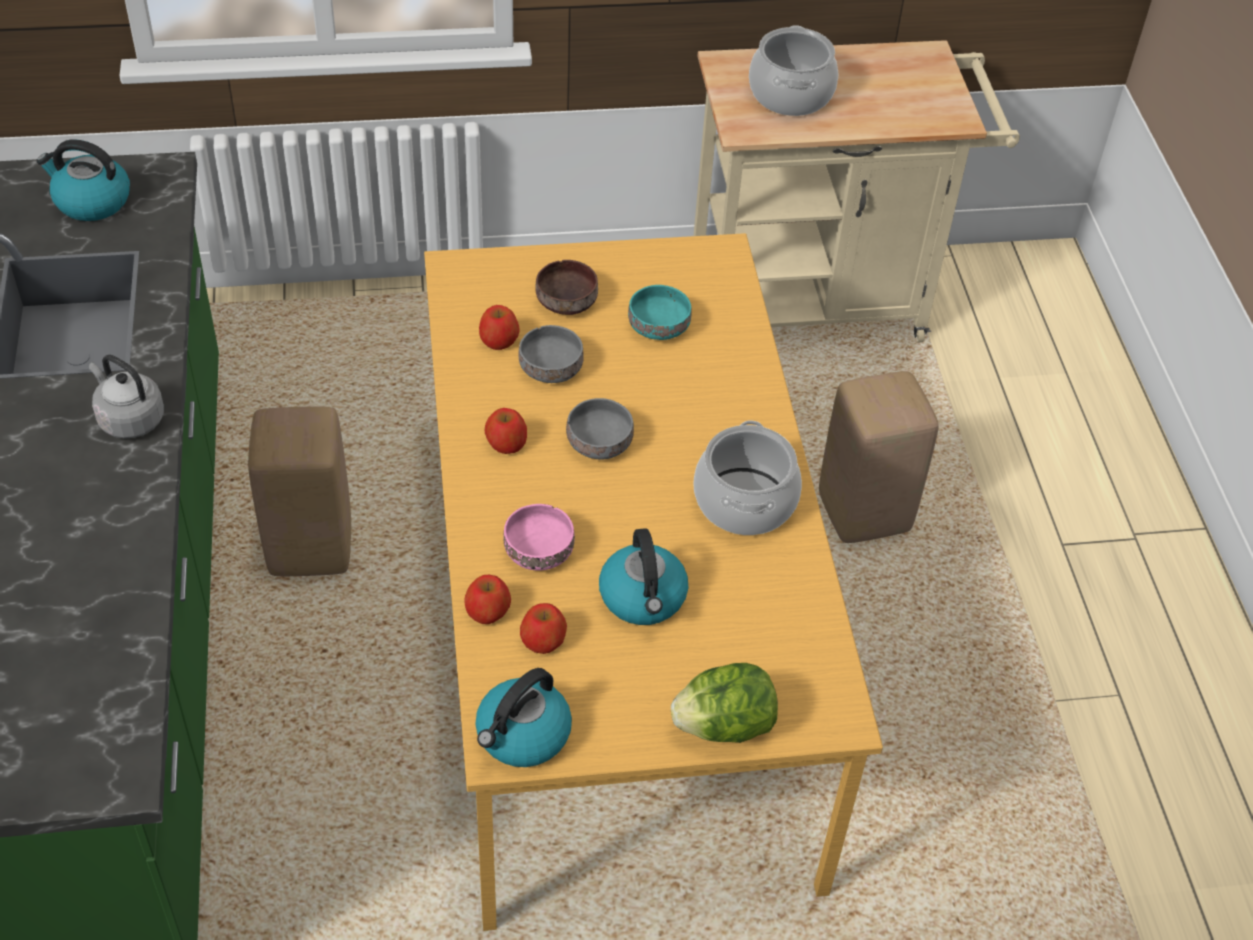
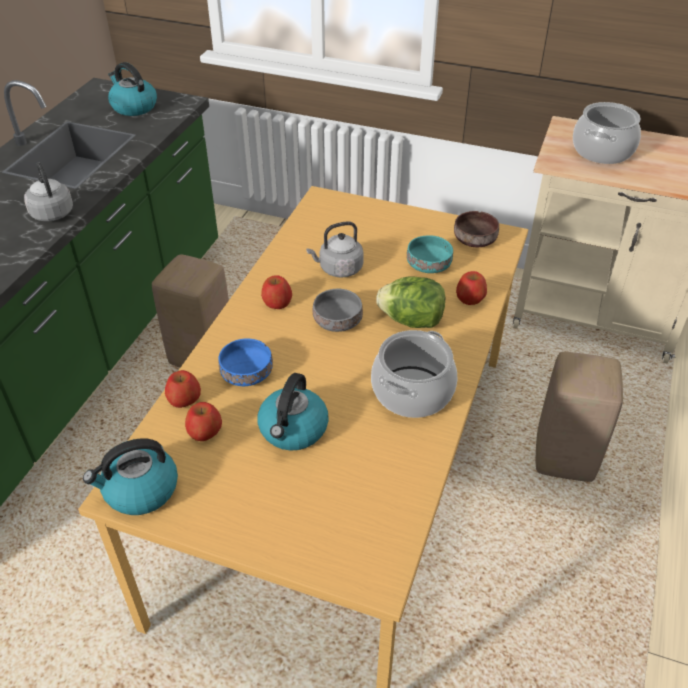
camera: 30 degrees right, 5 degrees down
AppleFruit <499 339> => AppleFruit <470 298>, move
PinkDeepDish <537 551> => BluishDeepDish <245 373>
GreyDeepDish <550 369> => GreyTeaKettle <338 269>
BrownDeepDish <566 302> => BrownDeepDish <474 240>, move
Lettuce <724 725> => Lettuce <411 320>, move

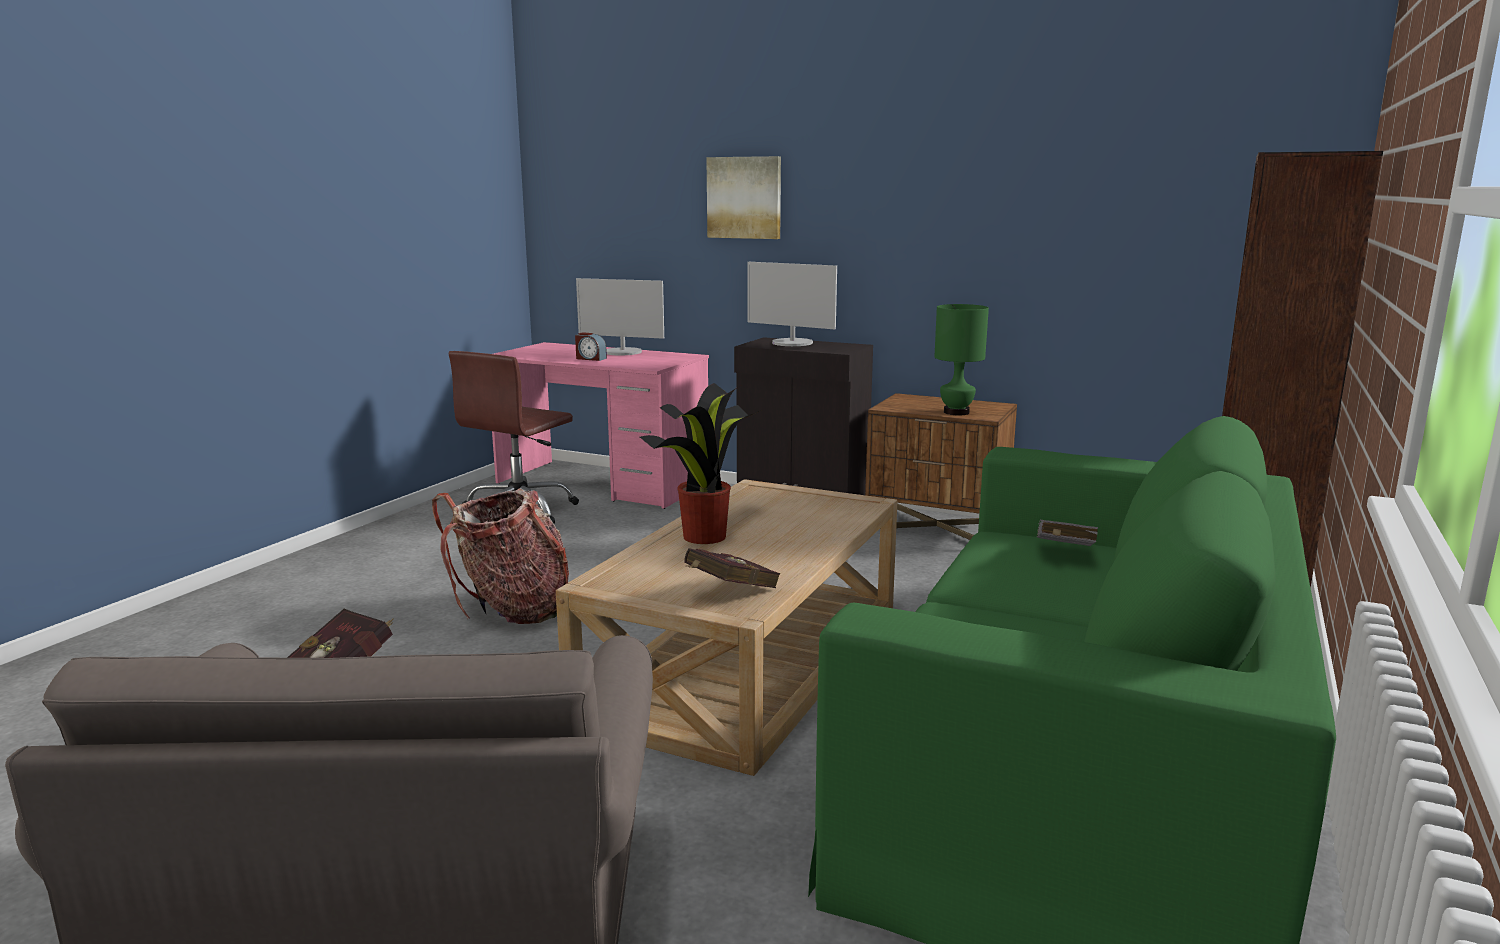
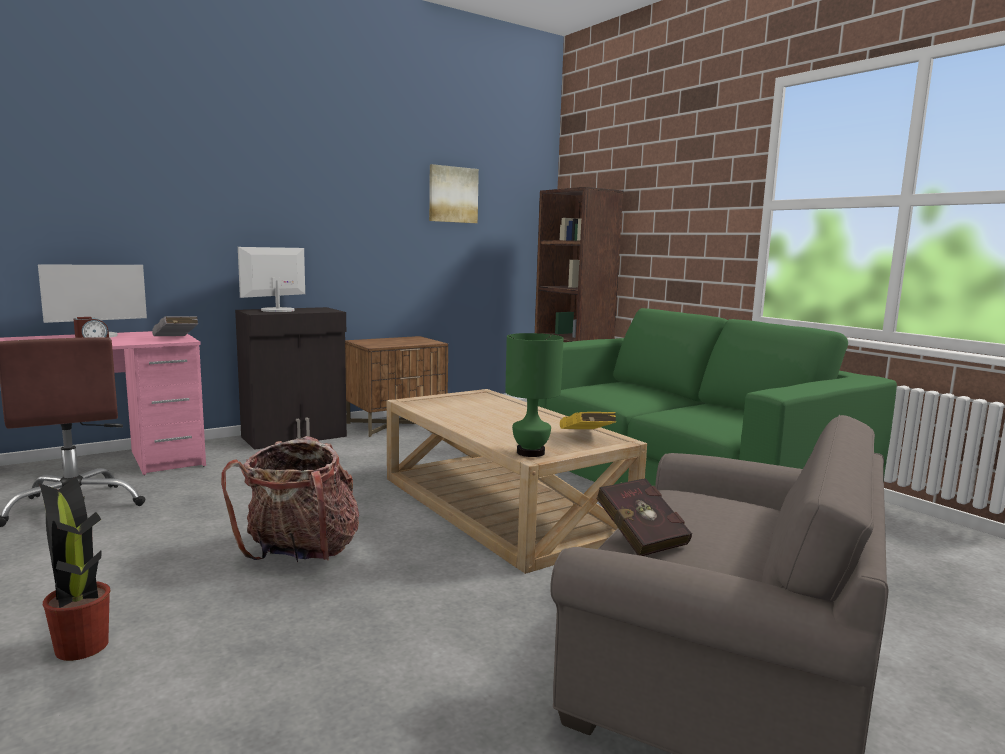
camera: 60 degrees left, 5 degrees down
PottedPlant <706 536> => PottedPlant <82 645>, move
ReddishVolume <728 591> => YellowVolume <586 436>
WallArt <744 197> => WallArt <452 194>, move
Monitor <792 343> => Monitor <277 310>, 150 degrees clockwise
GreenTabletopLamp <955 412> => GreenTabletopLamp <530 453>, move
GreyVolume <1063 555> => GreyVolume <175 339>, move

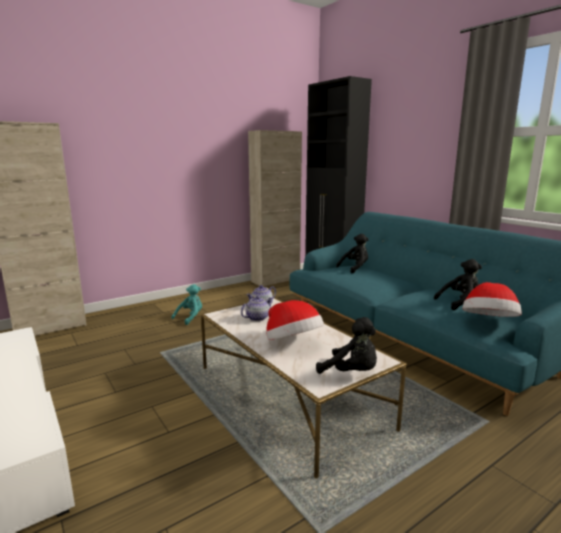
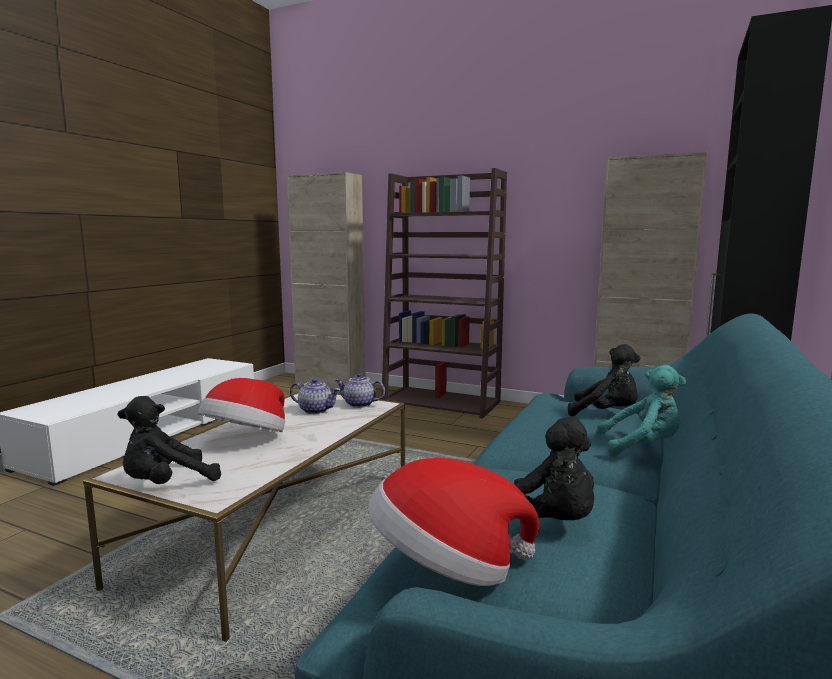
camera: 60 degrees right, 5 degrees down
BlueGreenSoftToy <190 317> => BlueGreenSoftToy <643 447>, move
BlackishSoftToy <351 372> => BlackishSoftToy <167 484>, 45 degrees clockwise
nothing => BrownBookshelf <442 402>

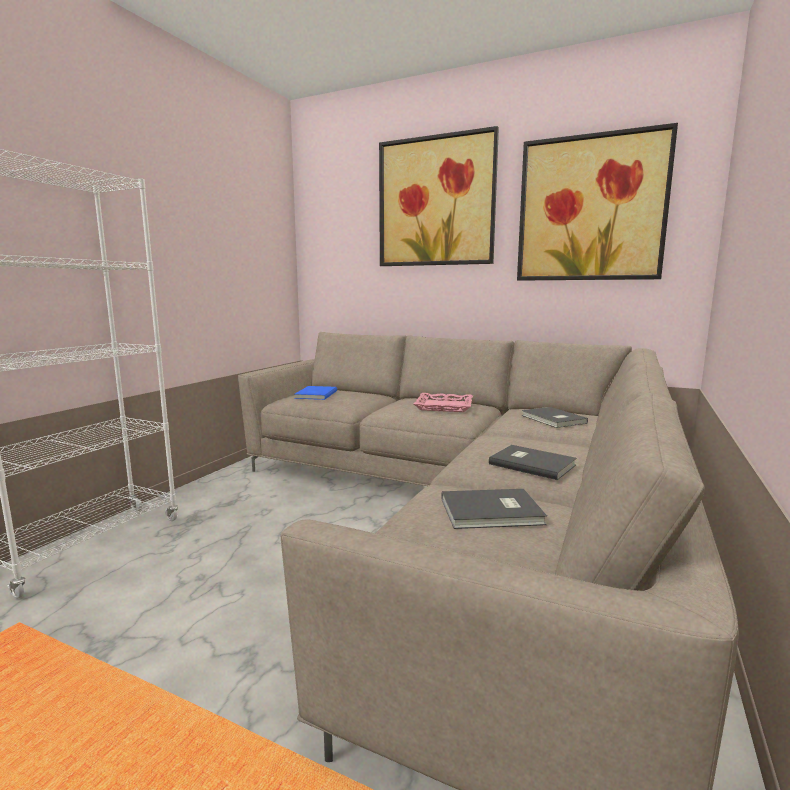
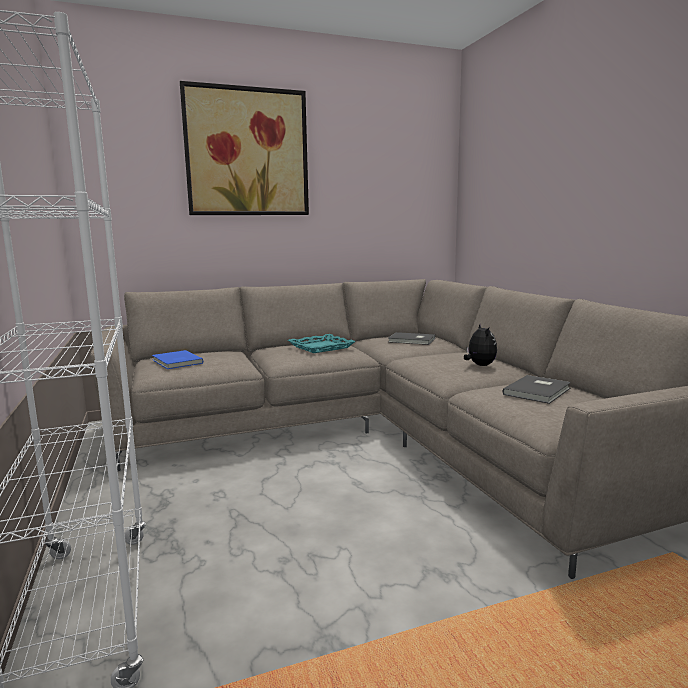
camera: 45 degrees left, 0 degrees up
PinkTray <443 406> => BlueGreenTray <321 347>
GreyVolume <531 464> => SoftToy <479 365>
WallArt <590 209> => nothing

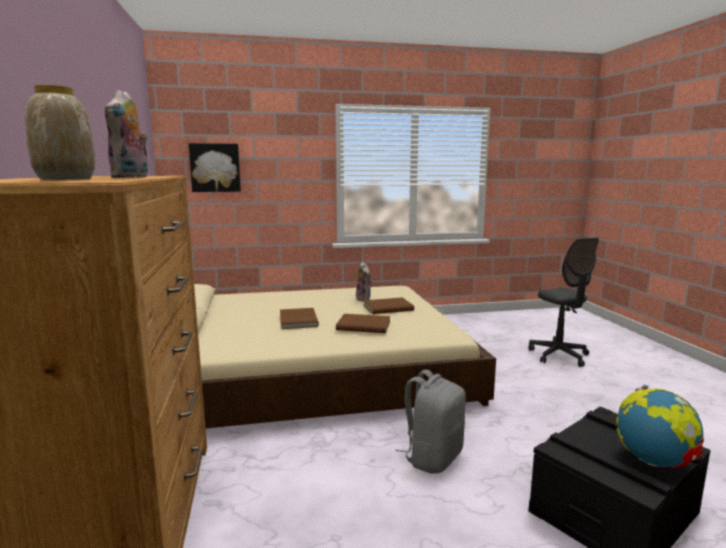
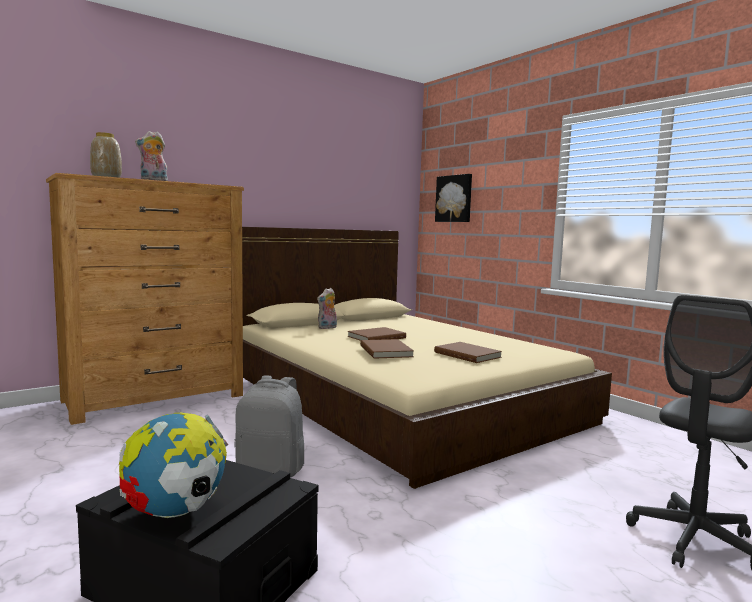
camera: 65 degrees right, 5 degrees down
SoftToy <364 299> => SoftToy <327 328>, move

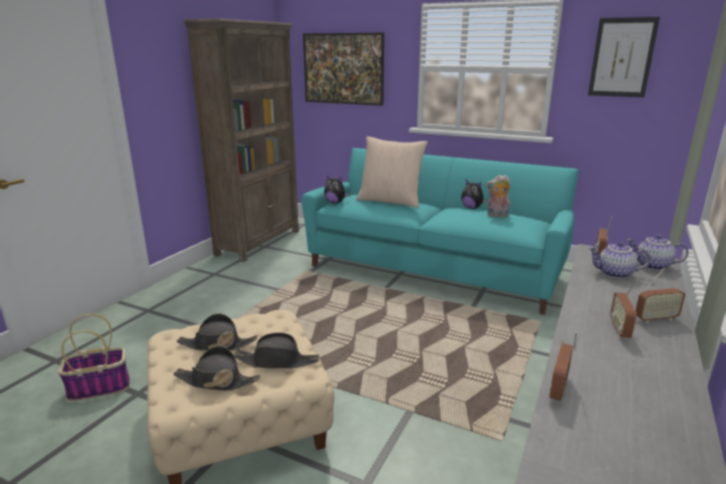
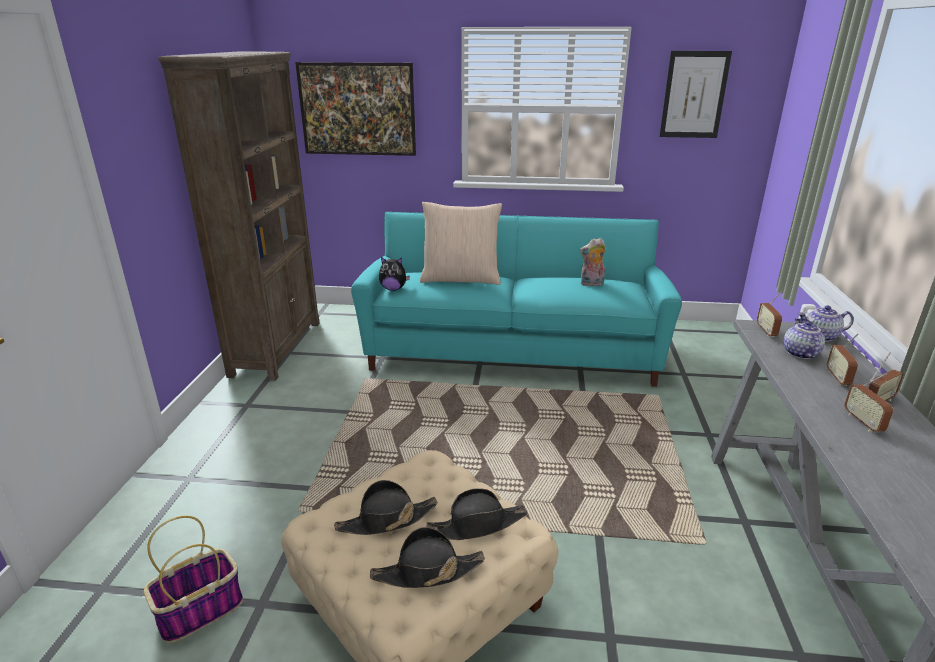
camera: 20 degrees left, 5 degrees up
SoftToy <472 208> => nothing
Radio <559 389> => Radio <837 378>, move
TeaPot <614 274> => TeaPot <799 353>, 105 degrees clockwise

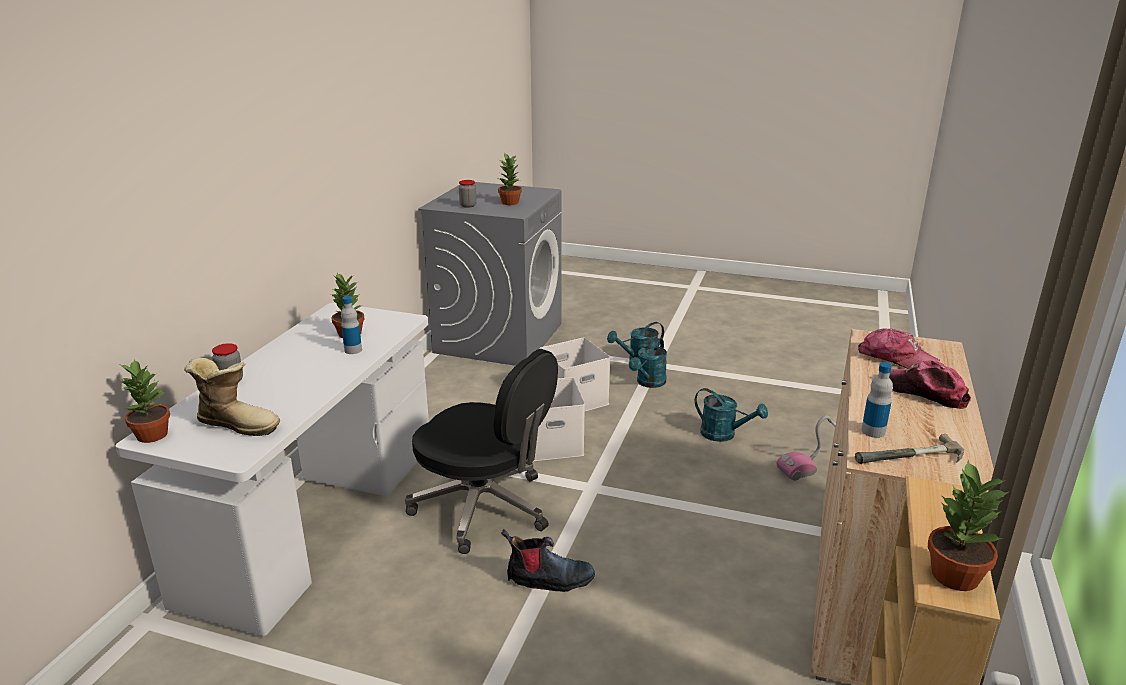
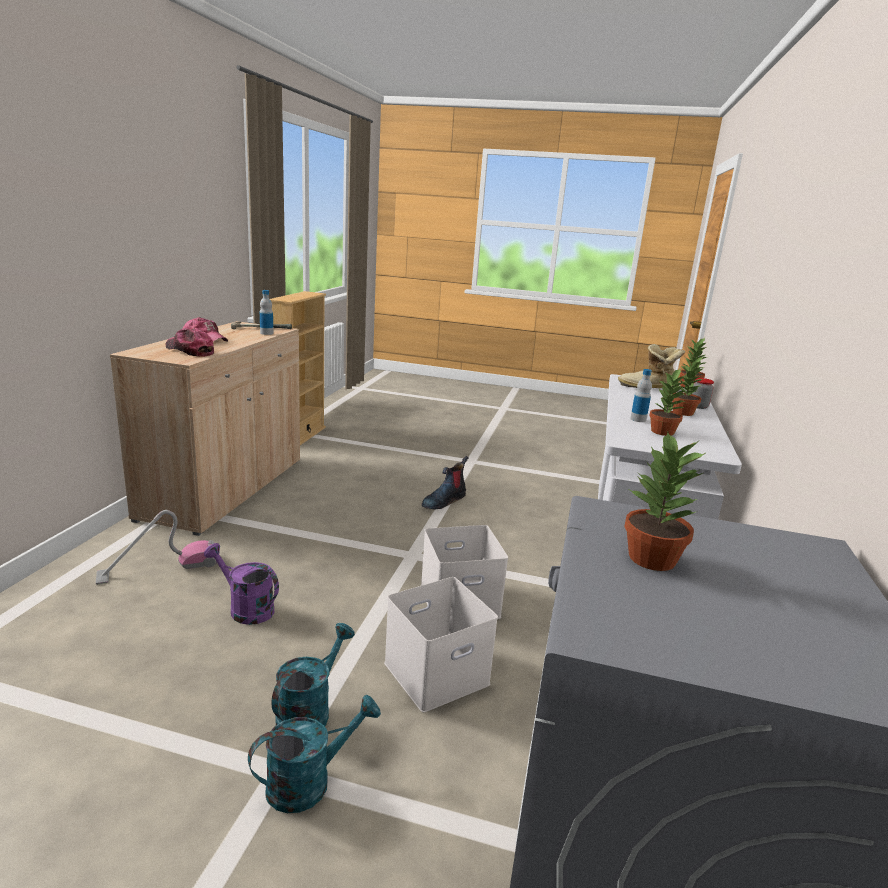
camera: 175 degrees right, 5 degrees down
BlackishOfficeChair <485 508> => nothing
StorageJar <468 205> => nothing
Boot <549 580> => Boot <443 501>, 45 degrees counterclockwise
BlueGreenWateringCan <724 435> => PurpleColouredWateringCan <245 608>
PottedPlant <953 575> => PottedPlant <683 413>, move

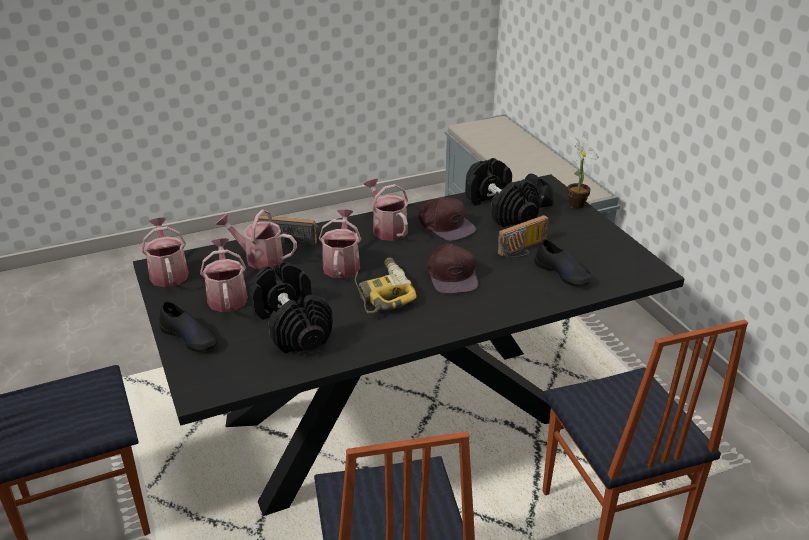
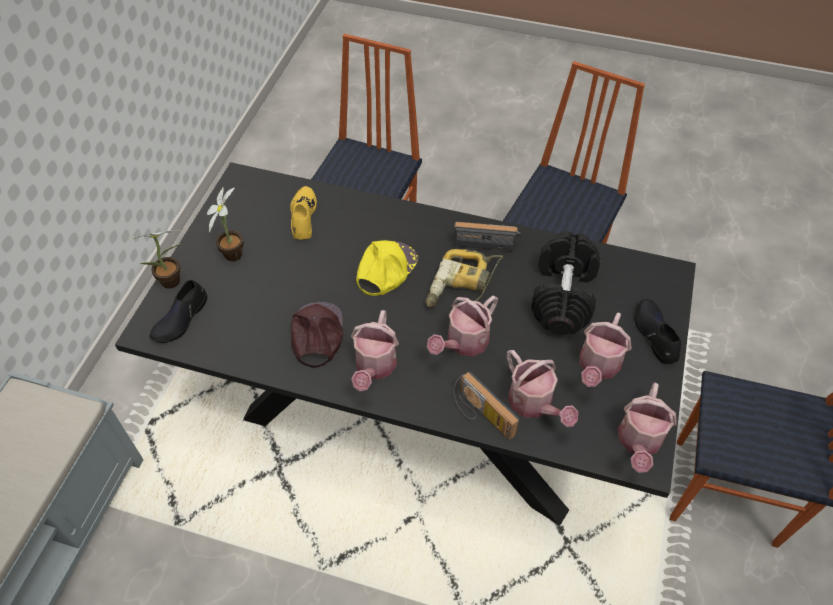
camera: 140 degrees left, 20 degrees up
BrownPeakedCap <452 275> => YellowPeakedCap <385 269>
BlackishFreeWeight <501 209> => nothing
Radio <524 250> => Radio <486 241>, move
BlackishShoe <563 273> => YellowShoe <303 217>
nothing => PottedPlant <234 252>

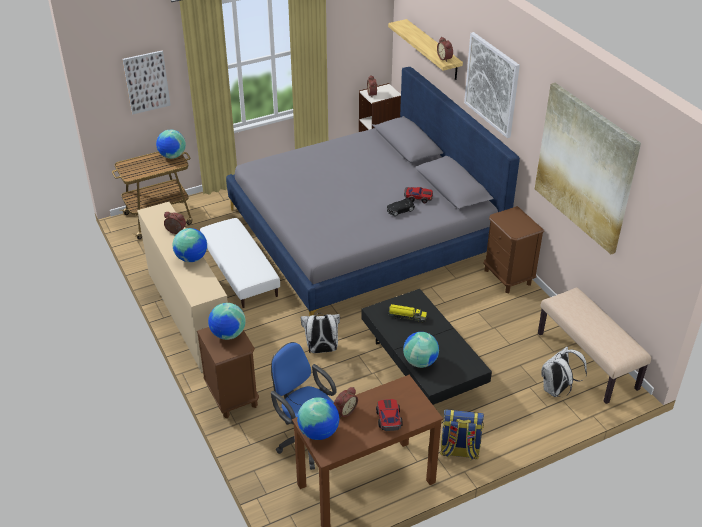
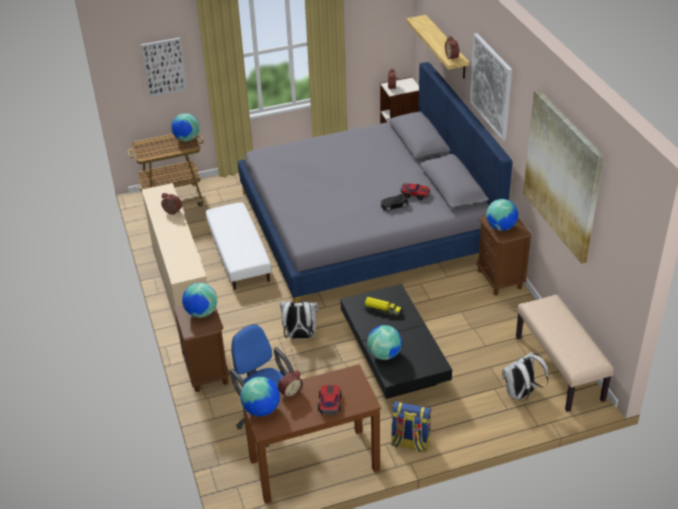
camera: 10 degrees right, 0 degrees up
Globe <192 258> => Globe <501 227>, move

